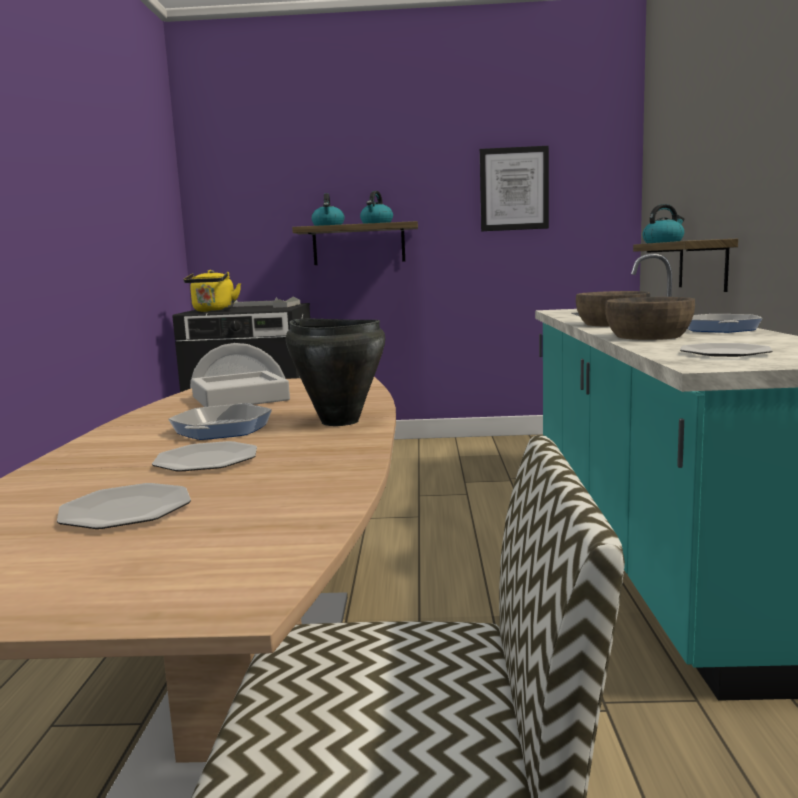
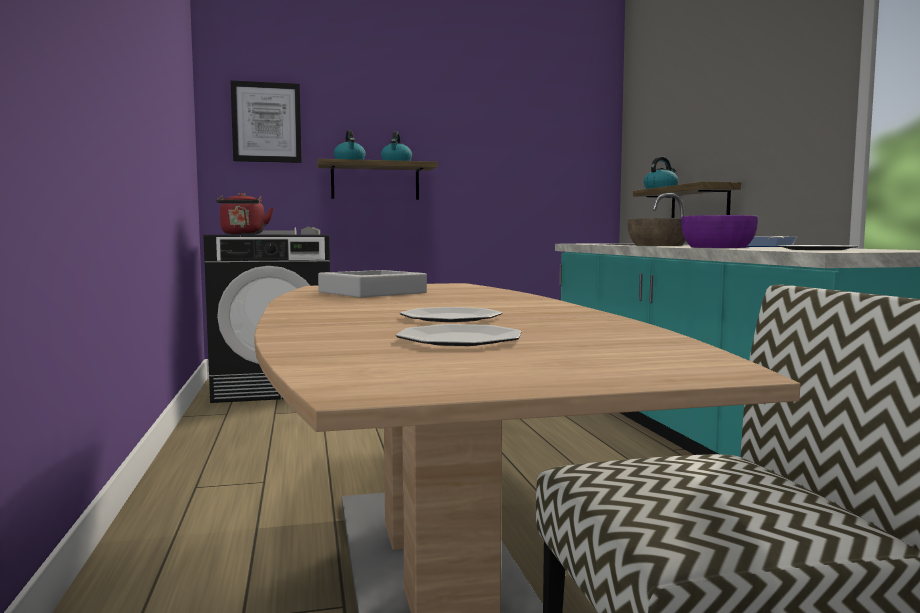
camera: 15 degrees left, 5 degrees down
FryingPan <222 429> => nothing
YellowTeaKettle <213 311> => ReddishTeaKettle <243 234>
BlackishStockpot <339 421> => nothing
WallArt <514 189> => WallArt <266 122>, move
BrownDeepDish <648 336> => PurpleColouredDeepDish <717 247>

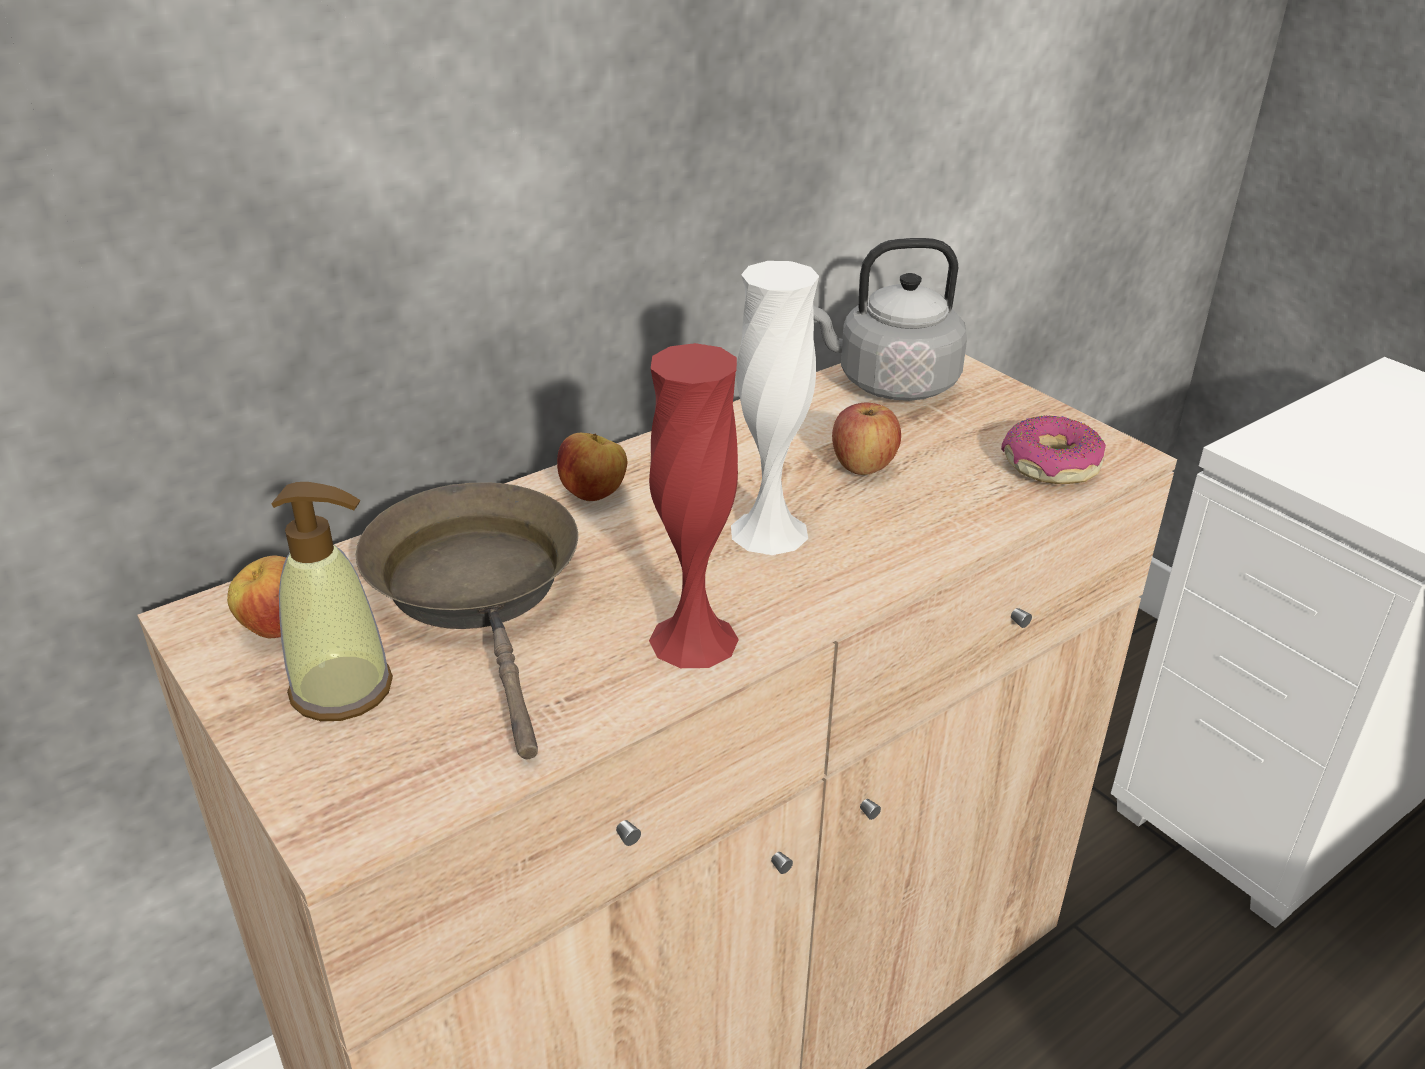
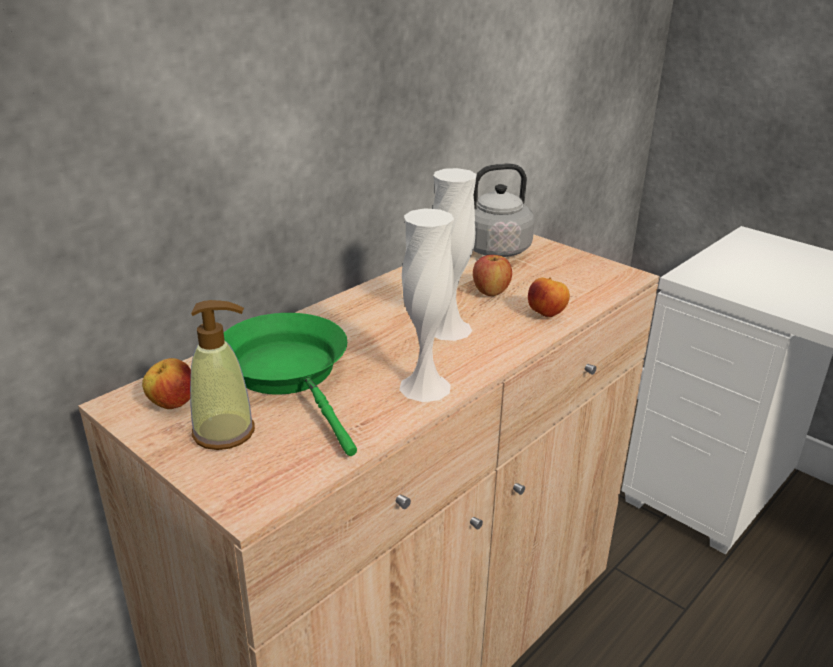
camera: 10 degrees left, 5 degrees down
BrownFryingPan <479 592> => GreenFryingPan <289 374>
AppleFruit <594 495> => AppleFruit <547 314>, move
ReddishDecorativeVase <693 640> => WhiteColouredDecorativeVase <425 387>
Doughnut <1050 466> => nothing

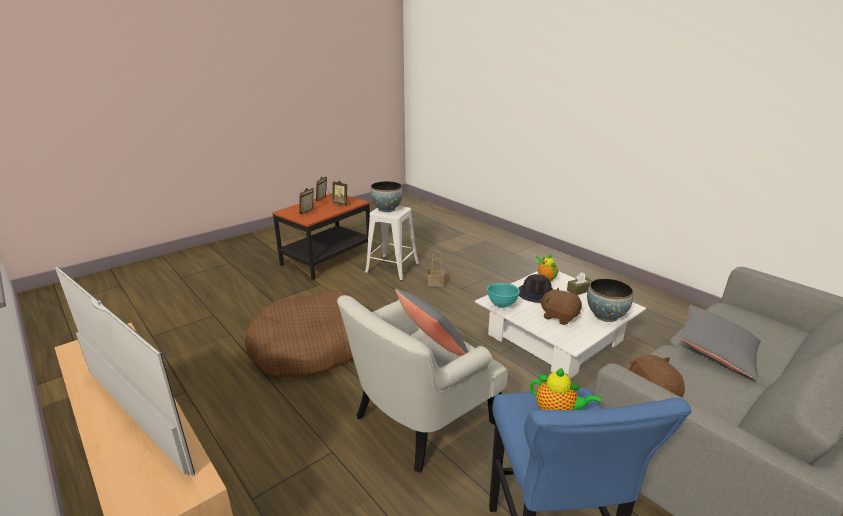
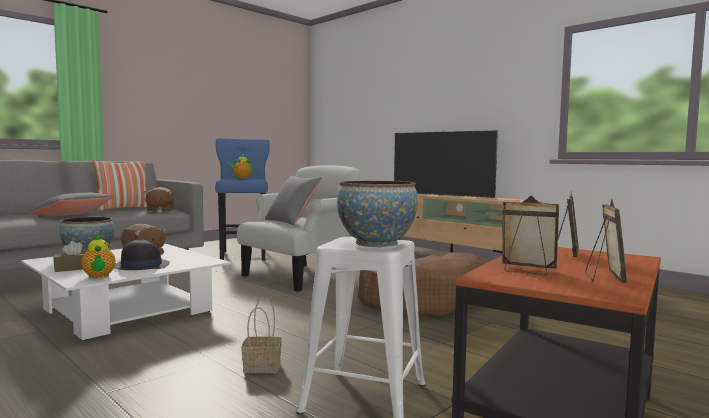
camera: 175 degrees right, 20 degrees down
BlueGreenDeepDish <502 305> => nothing
nothing => Cushion <123 209>

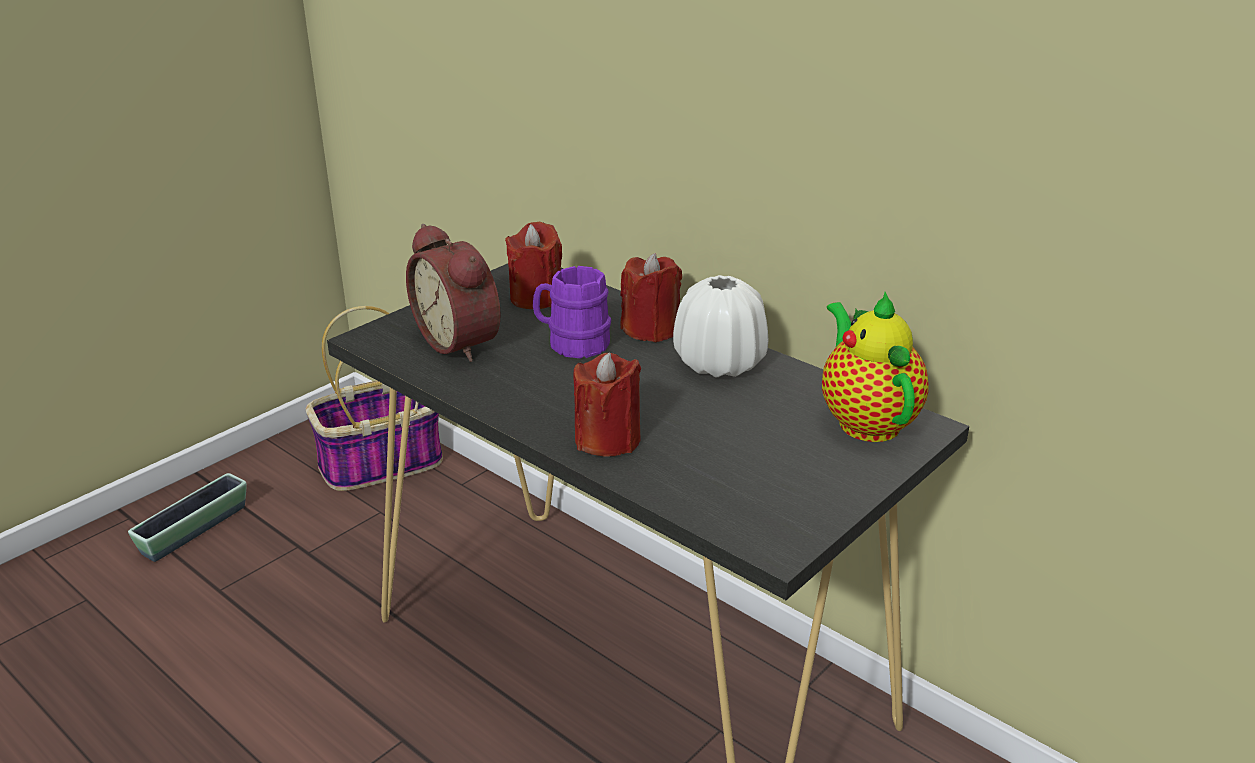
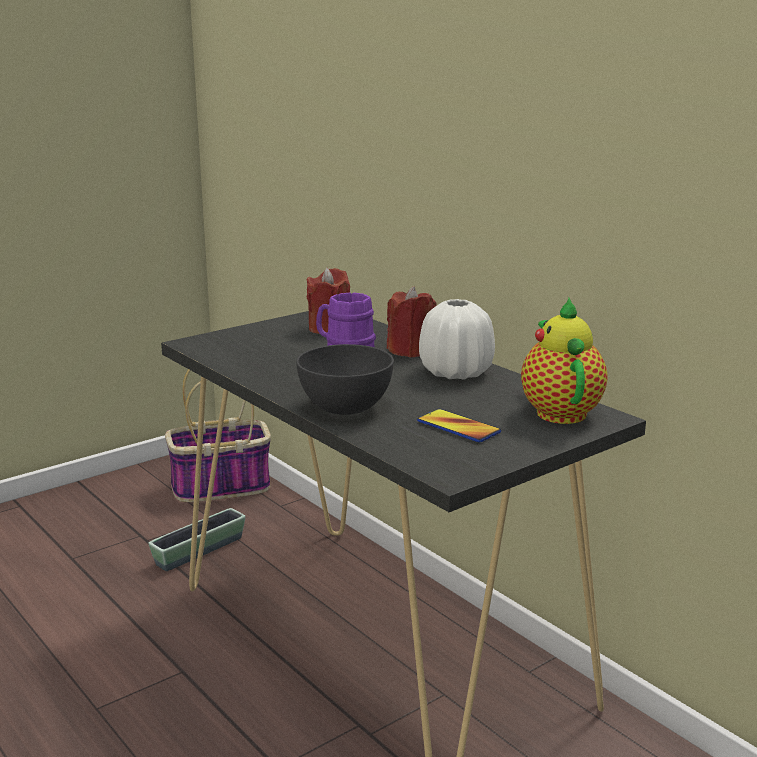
camera: 10 degrees right, 10 degrees down
Planter <194 530> => Planter <199 551>, move
BedsideClock <462 341> => nothing
ReddishWaxLight <607 439> => GreyDeepDish <346 408>
nothing => Telephone <458 427>

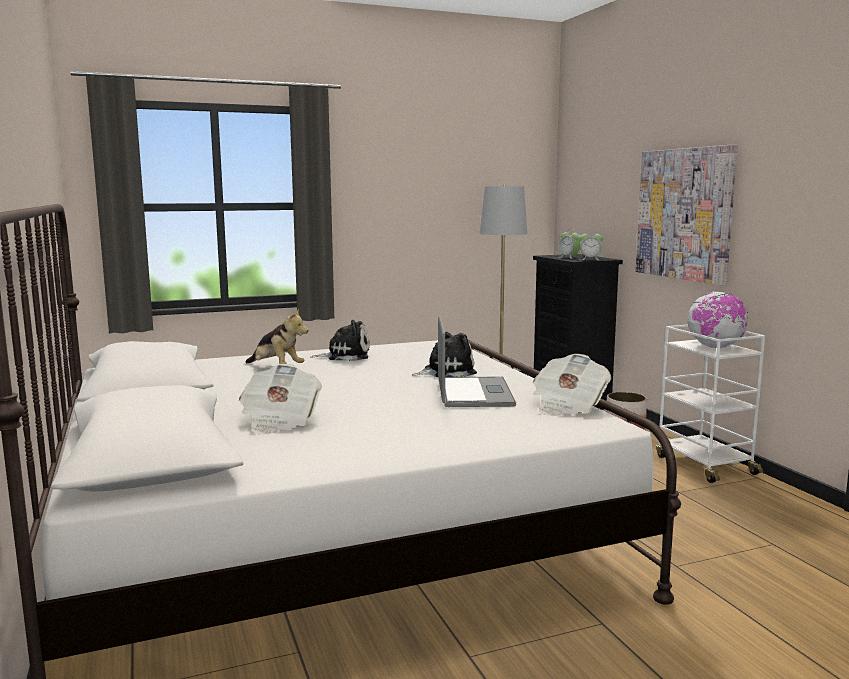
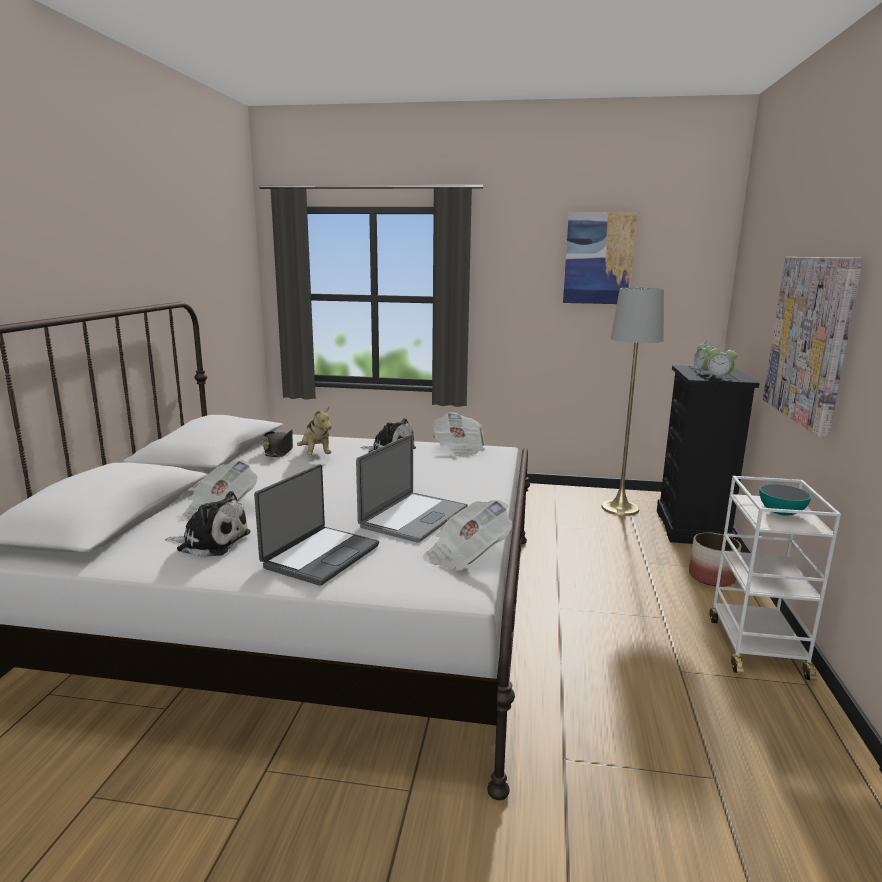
camera: 30 degrees right, 5 degrees up
SoftToy <446 372> => SoftToy <211 542>, move
Globe <715 347> => DeepDish <781 513>
nothing => PortableComputer <320 556>
nothing => BlackishHat <279 451>
nothing => PrintedPaper <459 449>
nothing => WallArt <598 259>

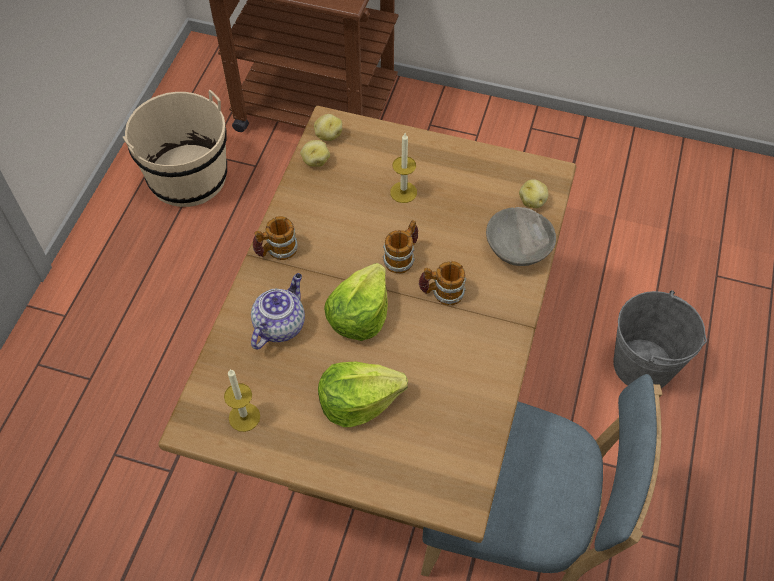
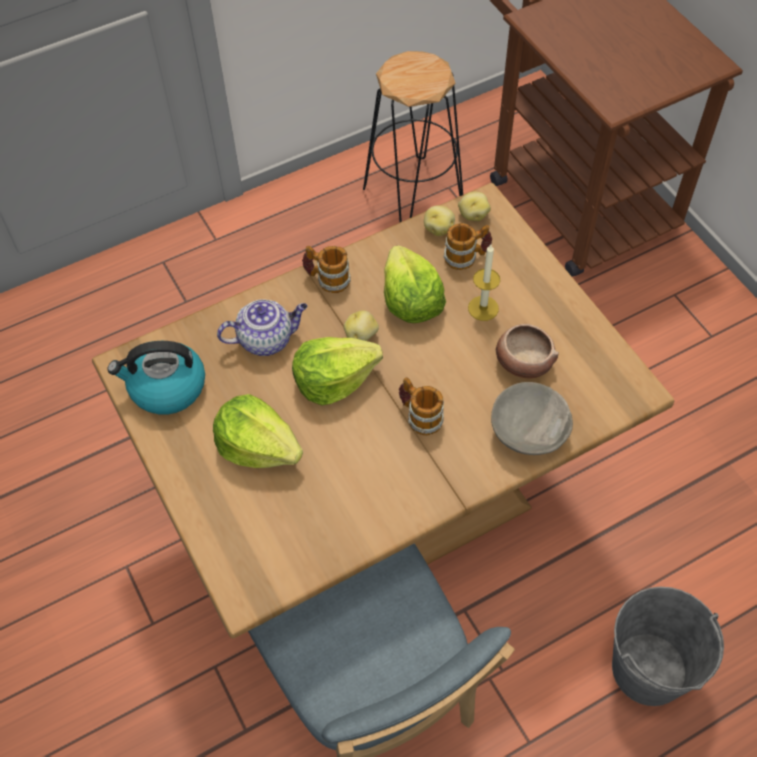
camera: 45 degrees right, 0 degrees up
BeigePail <188 176> => BlackishSittingStool <413 194>
WaxLight <244 417> => TeaKettle <166 388>
Mug <402 257> => Mug <466 257>, move
WholePotato <532 201> => WholePotato <361 335>, move
nothing => Lettuce <410 301>
nothing => DeepDish <522 362>

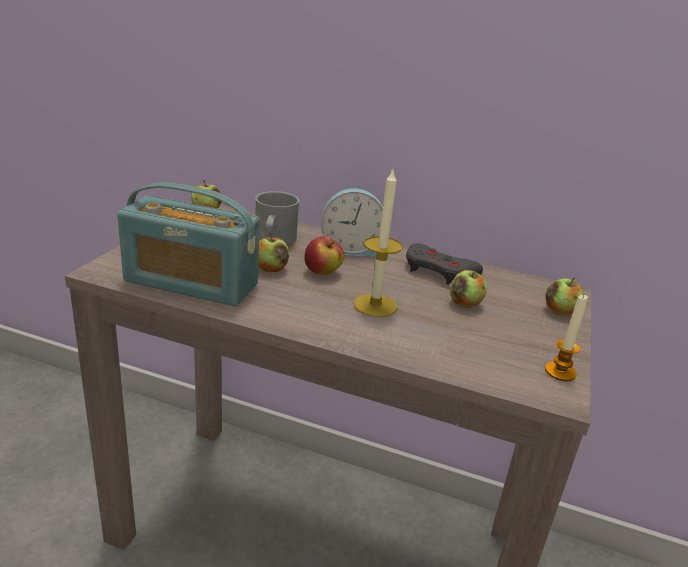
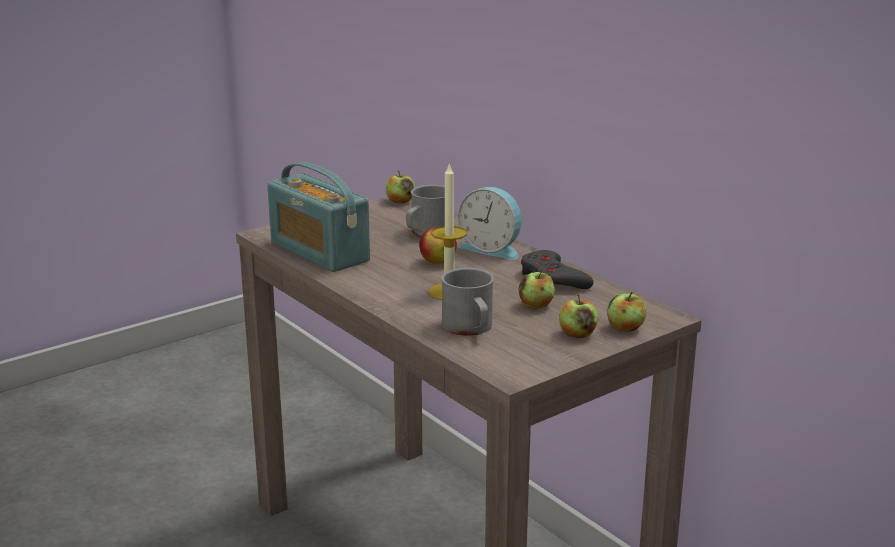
camera: 35 degrees right, 5 degrees down
AppleFruit <271 268> => AppleFruit <577 334>, move
WaxLight <560 372> => nothing
nothing => GreyMug <470 328>

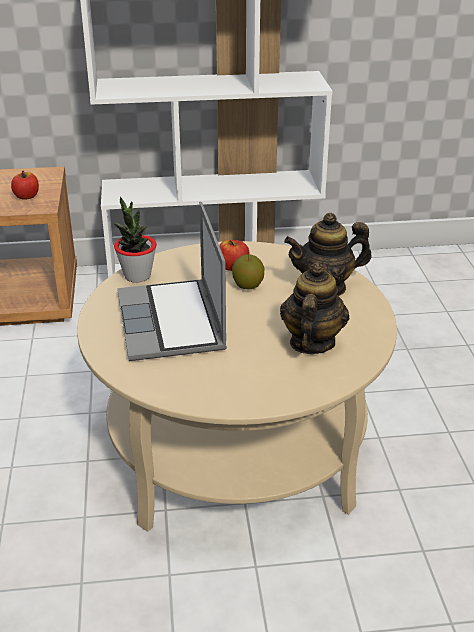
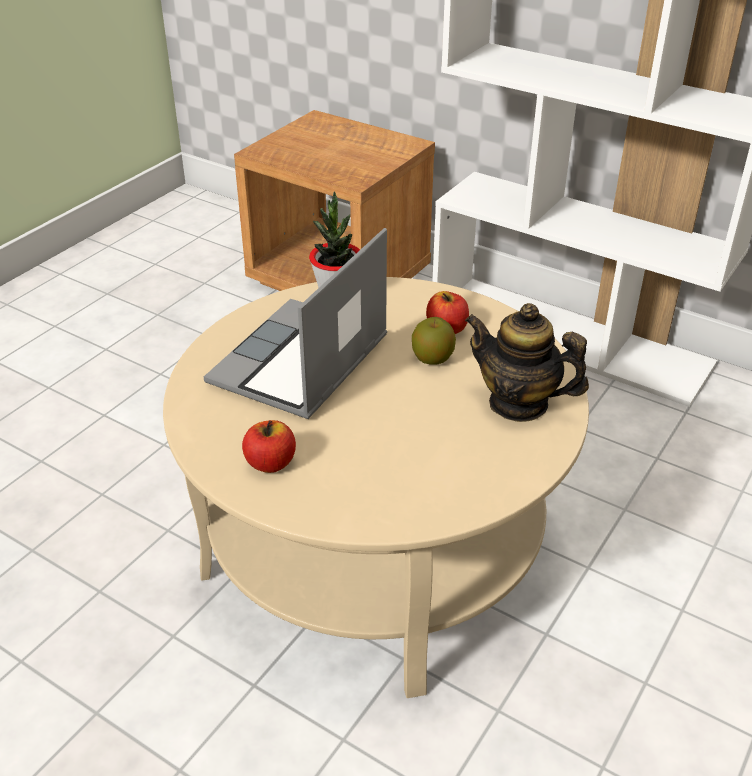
camera: 40 degrees right, 5 degrees up
AppleFruit <27 196> => AppleFruit <270 463>, move
TeaPot <311 342> => nothing

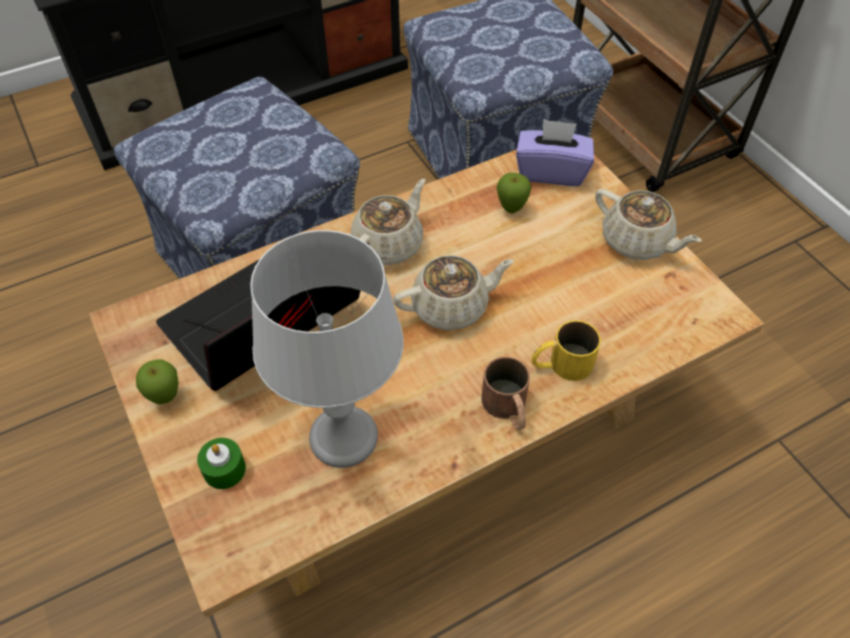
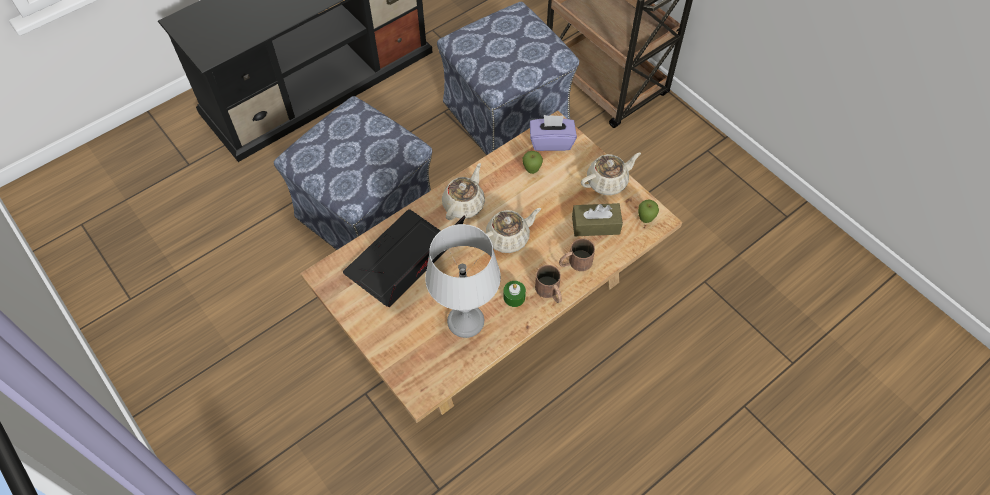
camera: 10 degrees left, 5 degrees up
AppleFruit <166 398> => AppleFruit <645 220>, move
GreenWaxLight <224 469> => GreenWaxLight <514 297>, move
YellowMug <561 364> => BrownMug <575 263>
BeigeTeaPot <637 242> => BeigeTeaPot <607 182>, 60 degrees counterclockwise
nothing => BrownTissueBox <595 225>

